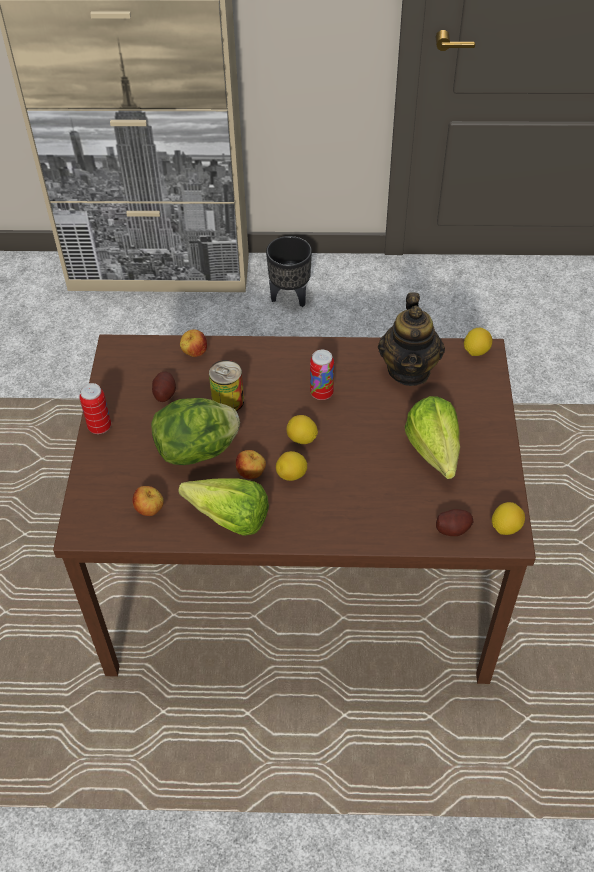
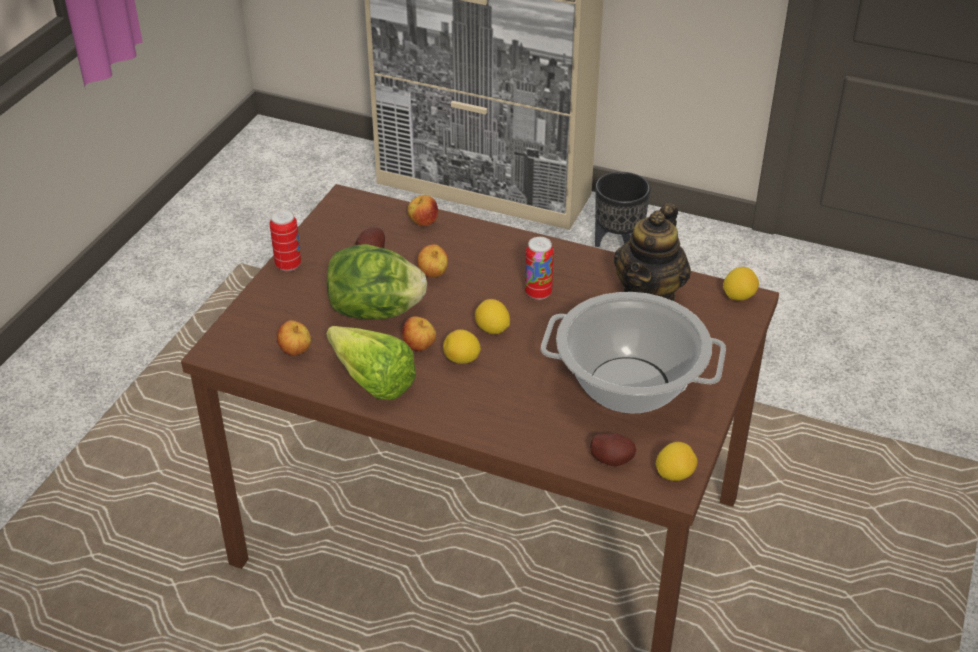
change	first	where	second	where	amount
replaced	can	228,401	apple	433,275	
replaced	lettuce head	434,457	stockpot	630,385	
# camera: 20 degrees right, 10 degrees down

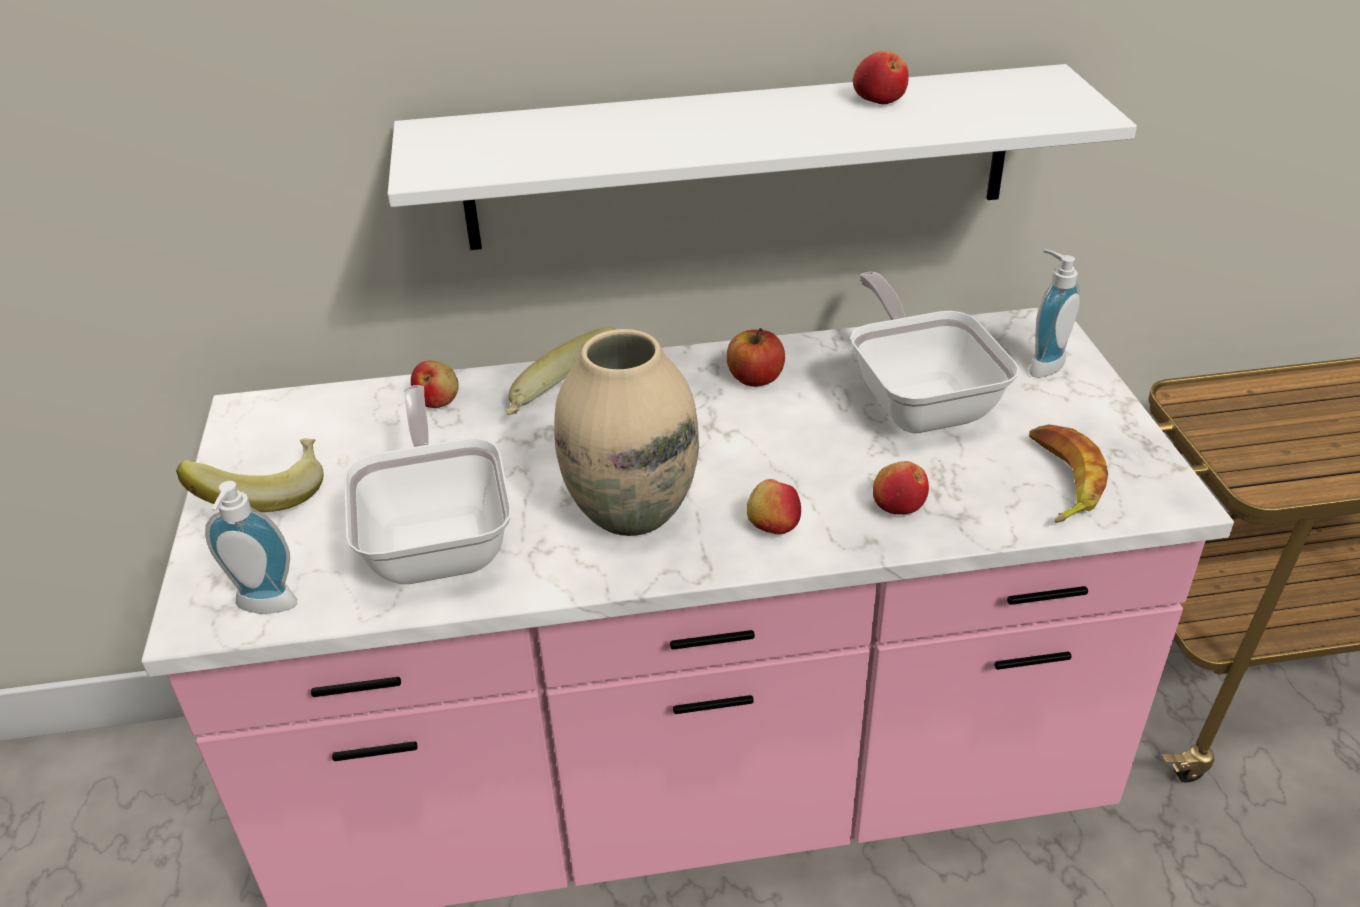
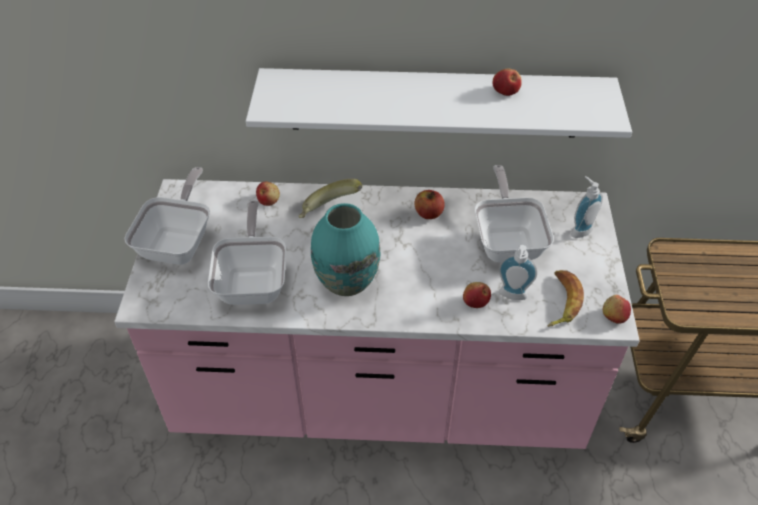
change	first	where	second	where	amount
replaced	banana	266,495	pan	179,242	
recoloured	beige decorative vase	630,512	turquoise-coloured decorative vase	346,282	
moved	liquid soap bottle	264,608		512,296	
moved	apple	773,525		614,316	
# camera: 10 degrees right, 10 degrees up

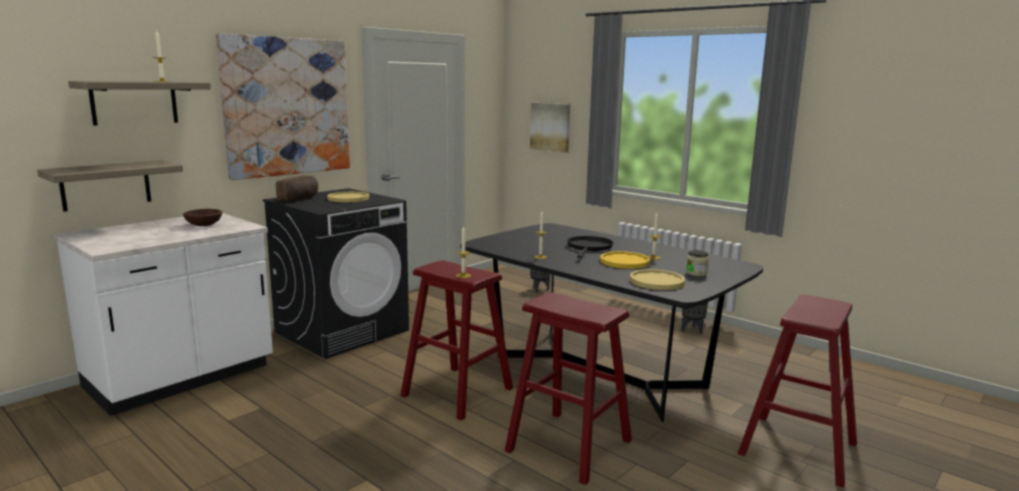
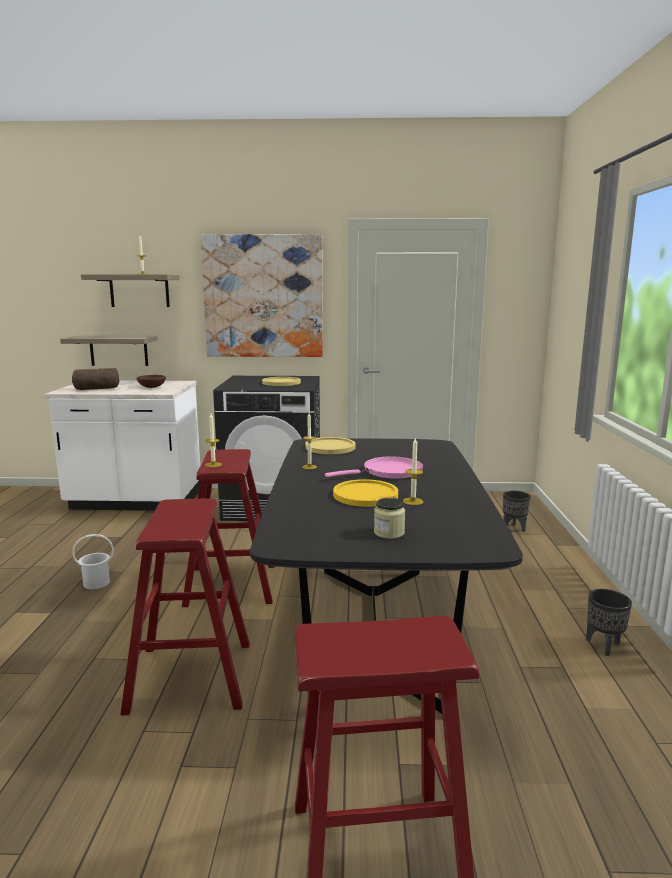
change	first	where	second	where	amount
moved	baked bread	300,199		96,389	
added			white water bucket	96,583	
moved	yellow dinner plate	656,281		330,447	
recoloured	black pan	589,247	pinkish pan	389,472	
removed	wall picture	550,127			
# camera: 50 degrees right, 0 degrees up

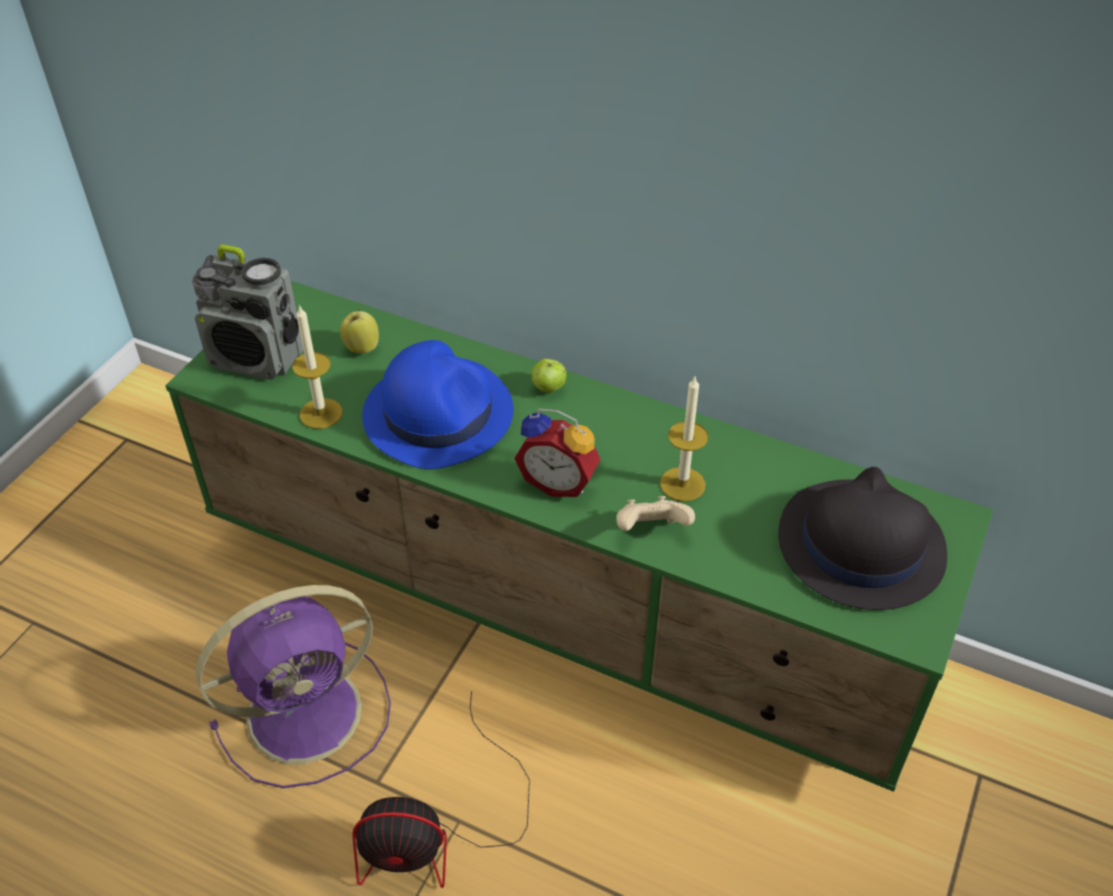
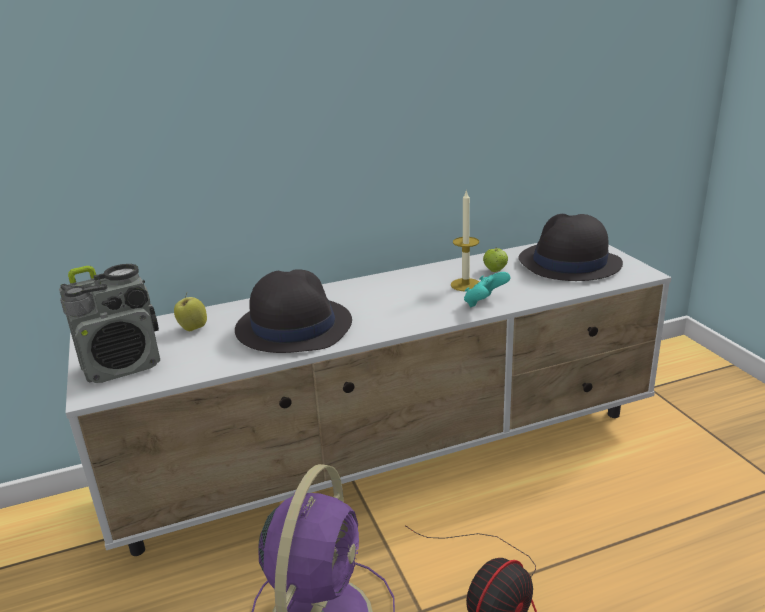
change	first	where	second	where	amount
recoloured	green-coloured tv unit	560,607	white tv unit	393,457	
recoloured	blue wearable hat	438,413	black wearable hat	293,326	
recoloured	beige game controller	651,530	turquoise-coloured game controller	484,303	
moved	apple	549,388		495,270	
removed	wax light	321,413			
removed	alarm clock	559,481			
# camera: 45 degrees left, 20 degrees down

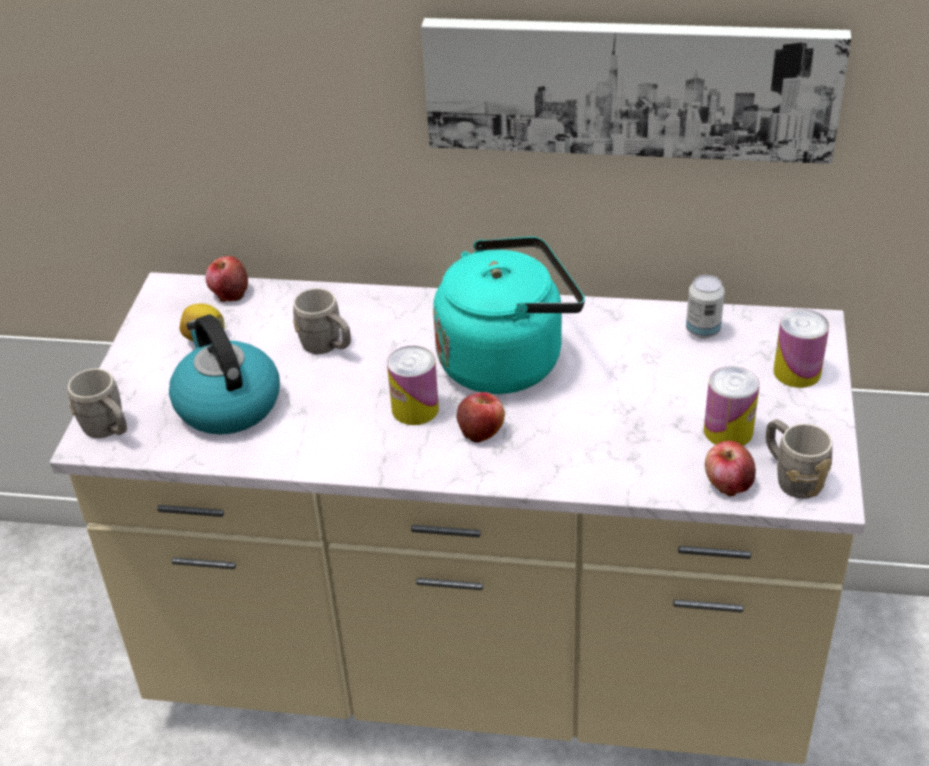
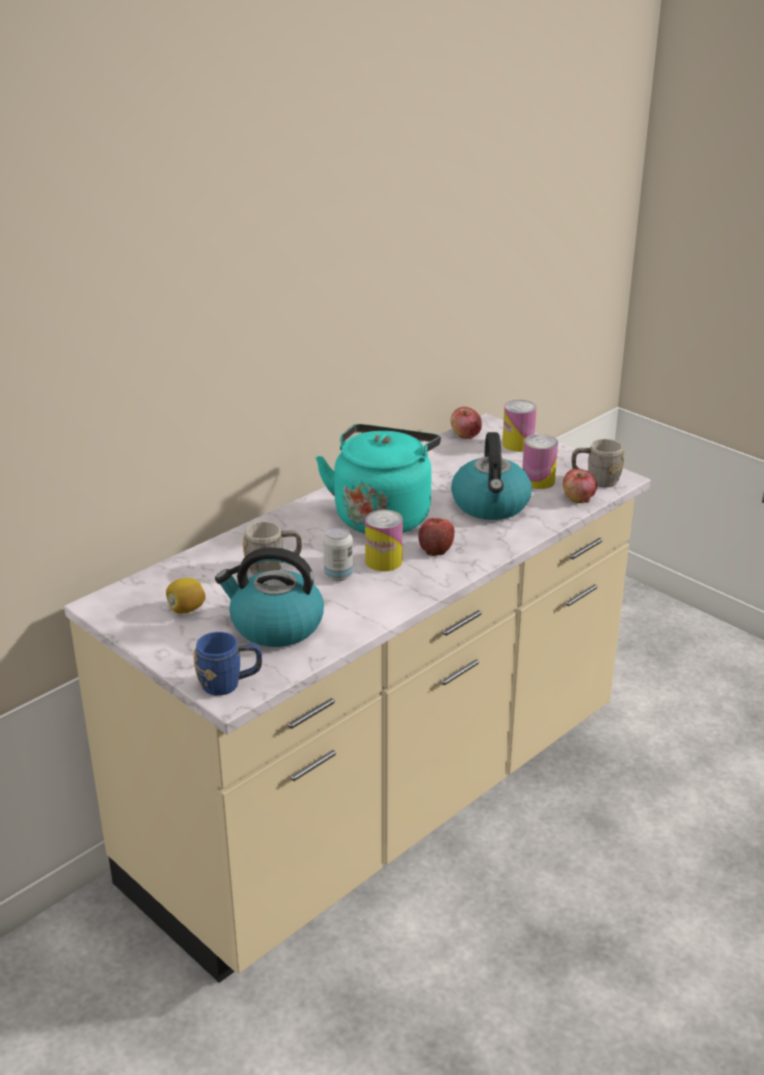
change	first	where	second	where	amount
recoloured	greyish tea mug	108,430	blue tea mug	229,684	
moved	can	702,331		338,575	
moved	apple	229,293		465,434	
added			tea kettle	491,505	
removed	wall picture	630,86			
# camera: 55 degrees left, 10 degrees down

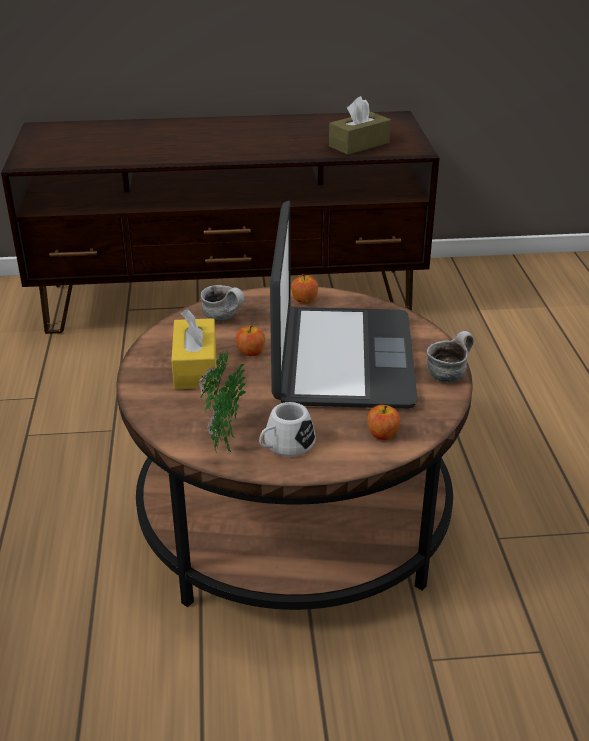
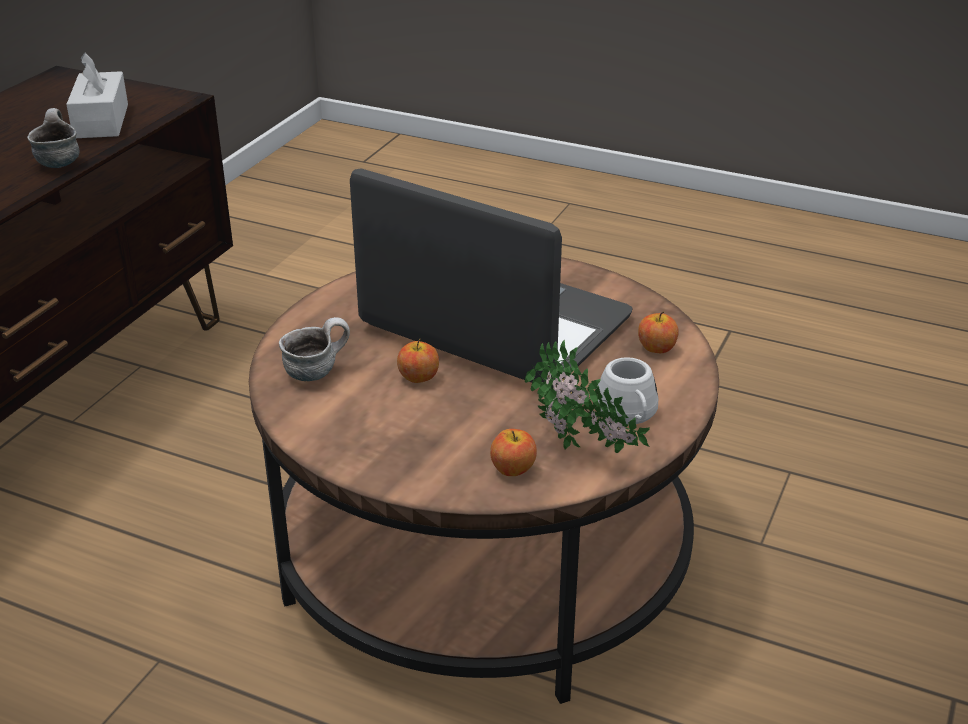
change	first	where	second	where	amount
moved	tea mug	448,373		57,161	
recoloured	brown box of tissues	359,144	white box of tissues	101,121	
moved	apple	304,300		513,469	
removed	yellow box of tissues	195,367			
# camera: 60 degrees left, 0 degrees up

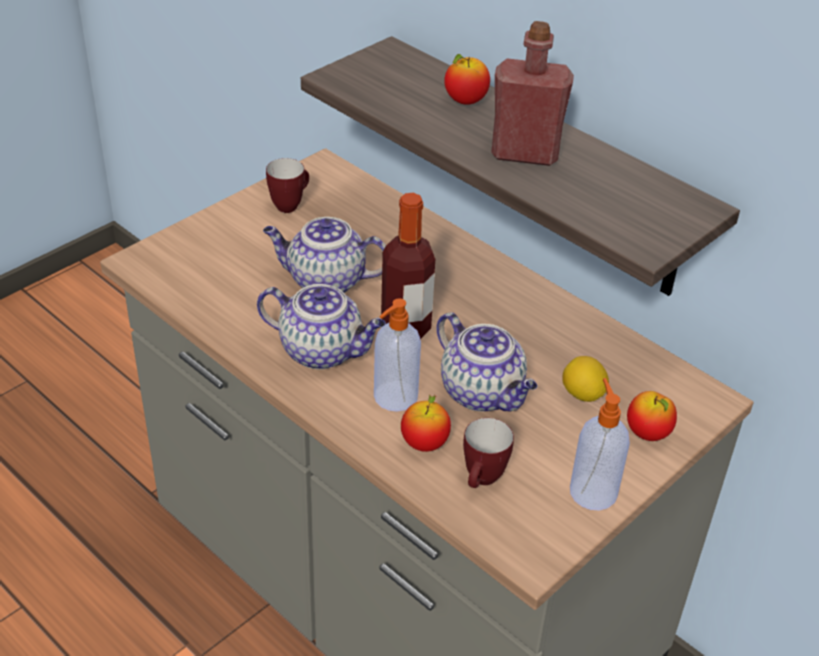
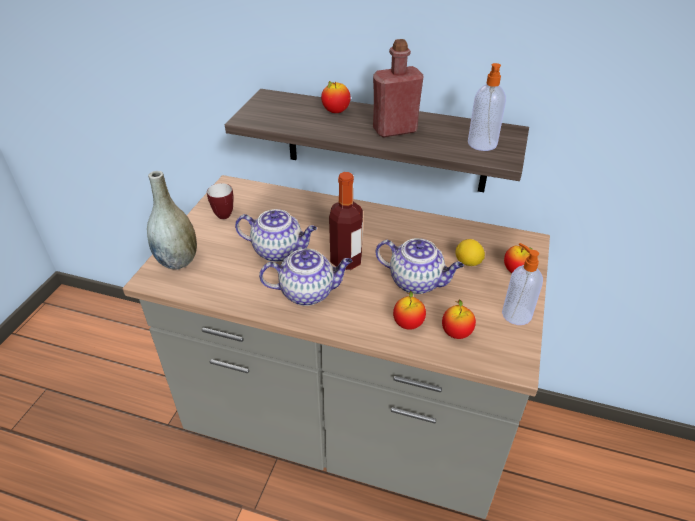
change	first	where	second	where	amount
added			greyish decorative vase	178,261	
turned	pot for tea	325,282		279,251	150 degrees counterclockwise
replaced	tea mug	482,481	apple	456,333	
moved	liquid soap bottle	394,397		482,144	
# camera: 25 degrees left, 0 degrees up

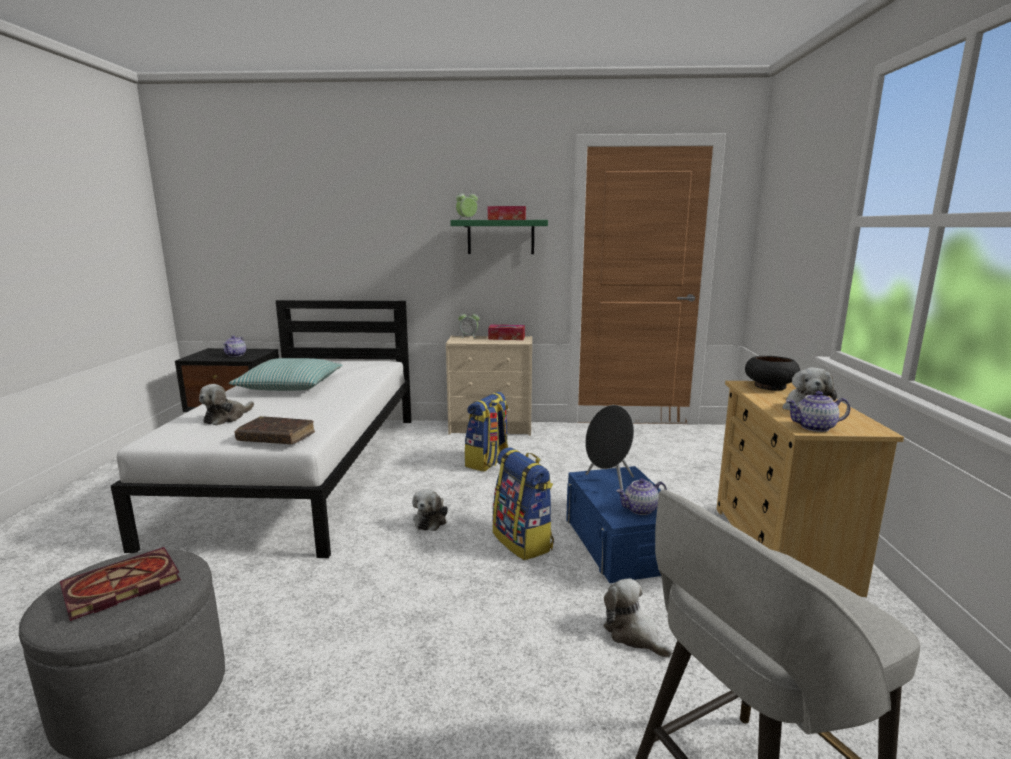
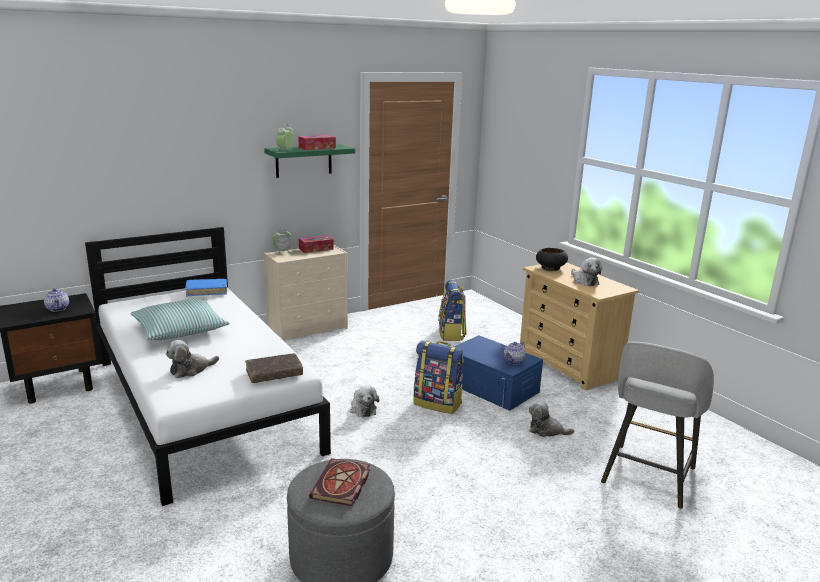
change	first	where	second	where	amount
turned	plush toy	226,418		190,370	60 degrees clockwise
added			blue book	207,291	
moved	knapsack	488,462		451,334	
removed	black loudspeaker	609,484			
removed	pot for tea	814,427			
# camera: 35 degrees left, 5 degrees up

